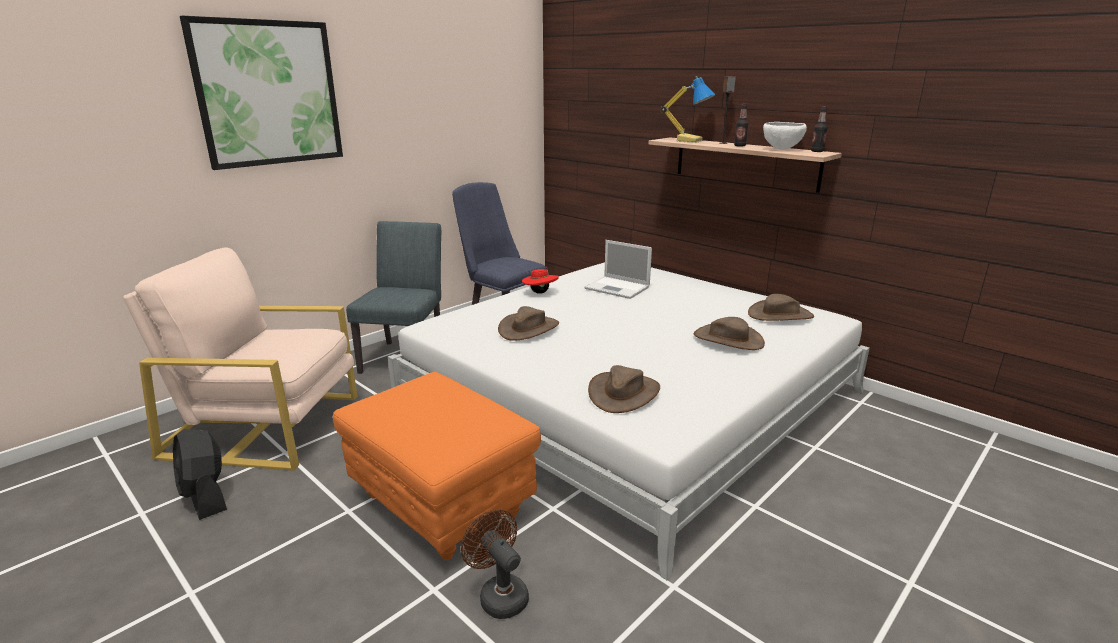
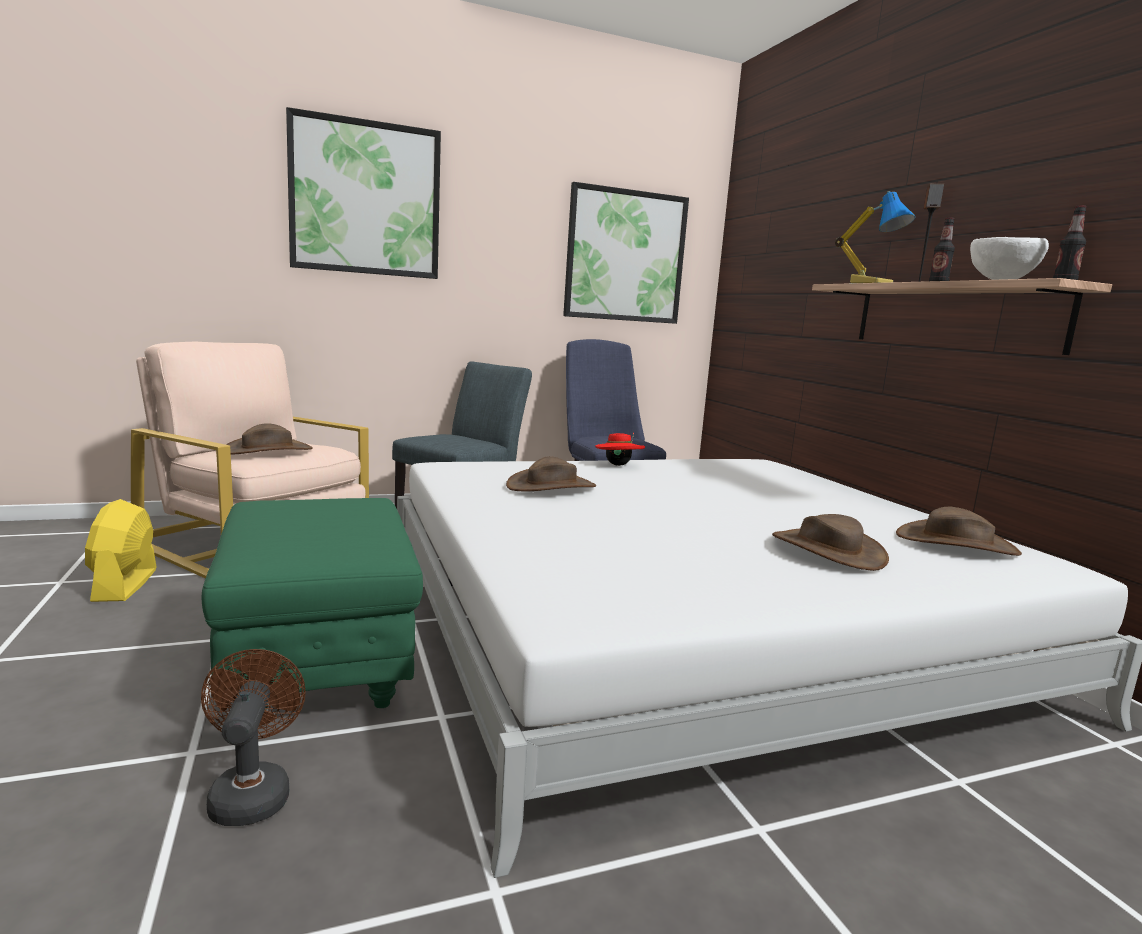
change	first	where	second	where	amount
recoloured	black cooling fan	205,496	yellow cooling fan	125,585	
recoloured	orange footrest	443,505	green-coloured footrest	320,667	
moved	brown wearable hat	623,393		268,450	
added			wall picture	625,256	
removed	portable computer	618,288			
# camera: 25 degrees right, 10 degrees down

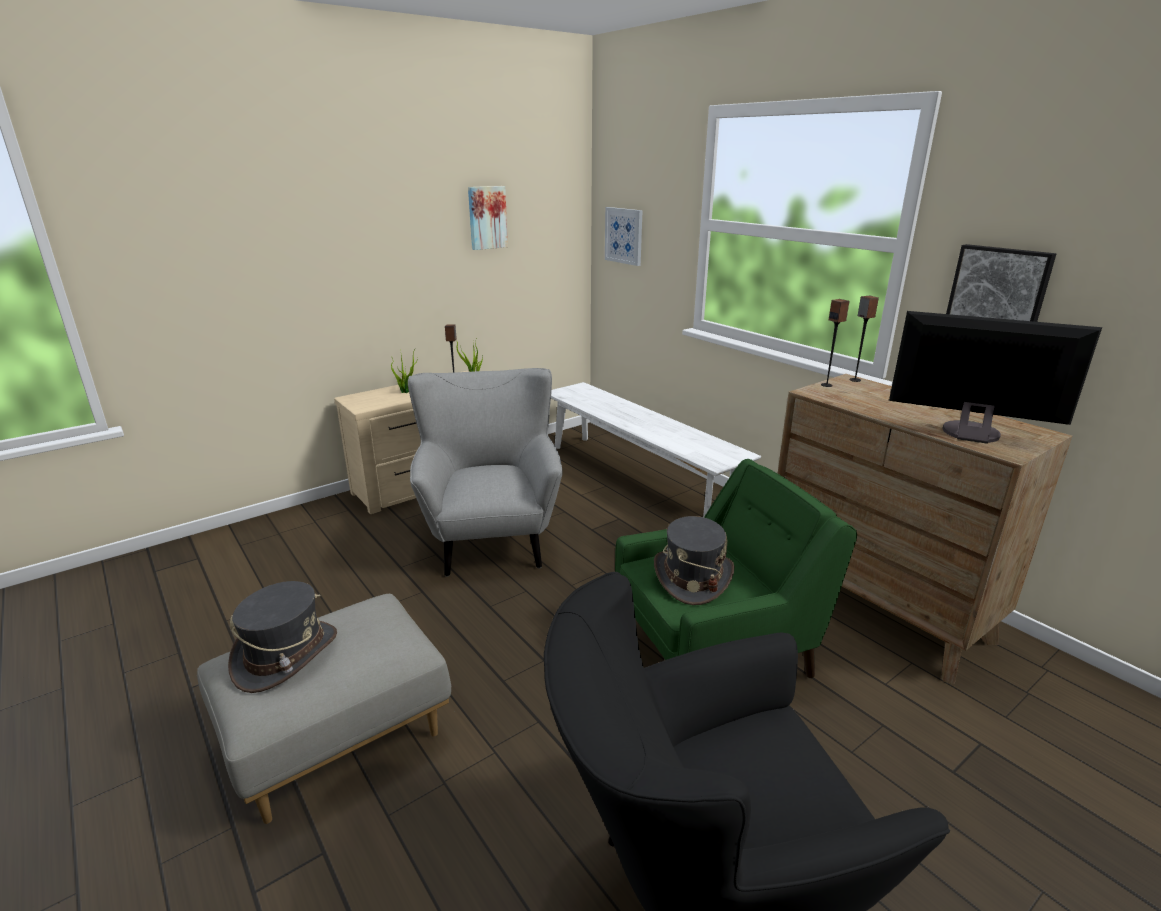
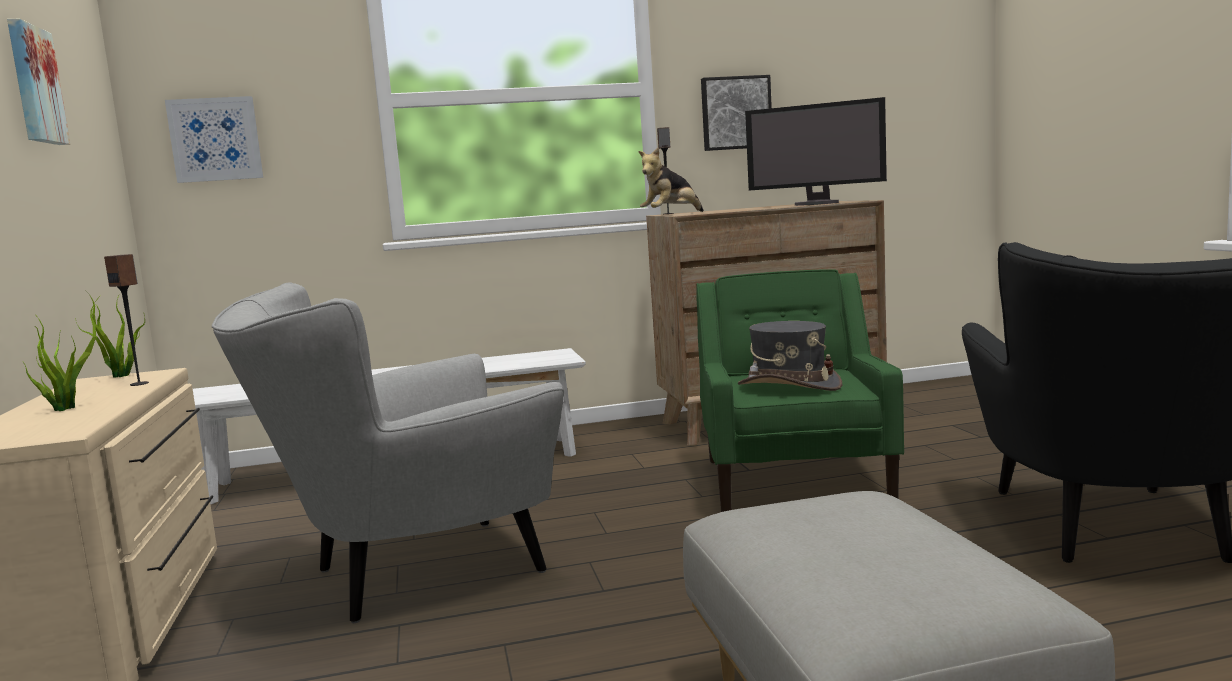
change	first	where	second	where	amount
turned	greyish armchair	491,537		410,574	45 degrees counterclockwise
replaced	loudspeaker	826,385	plush toy	671,214	
turned	computer screen	969,433		817,204	120 degrees counterclockwise
removed	greyish wearable hat	286,655			
# camera: 65 degrees left, 15 degrees down

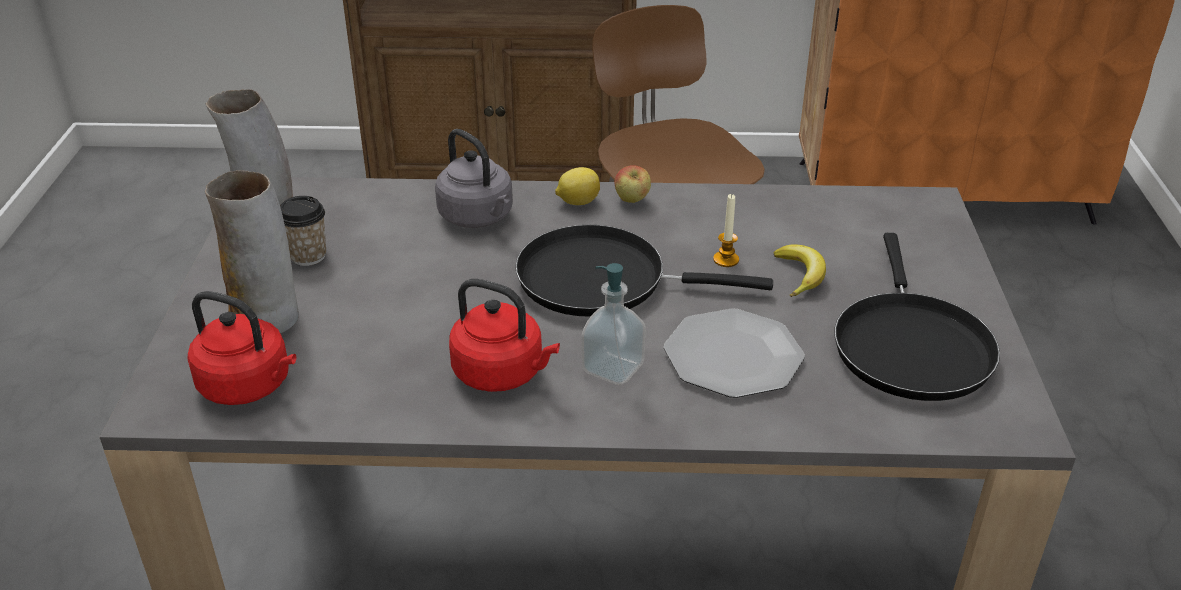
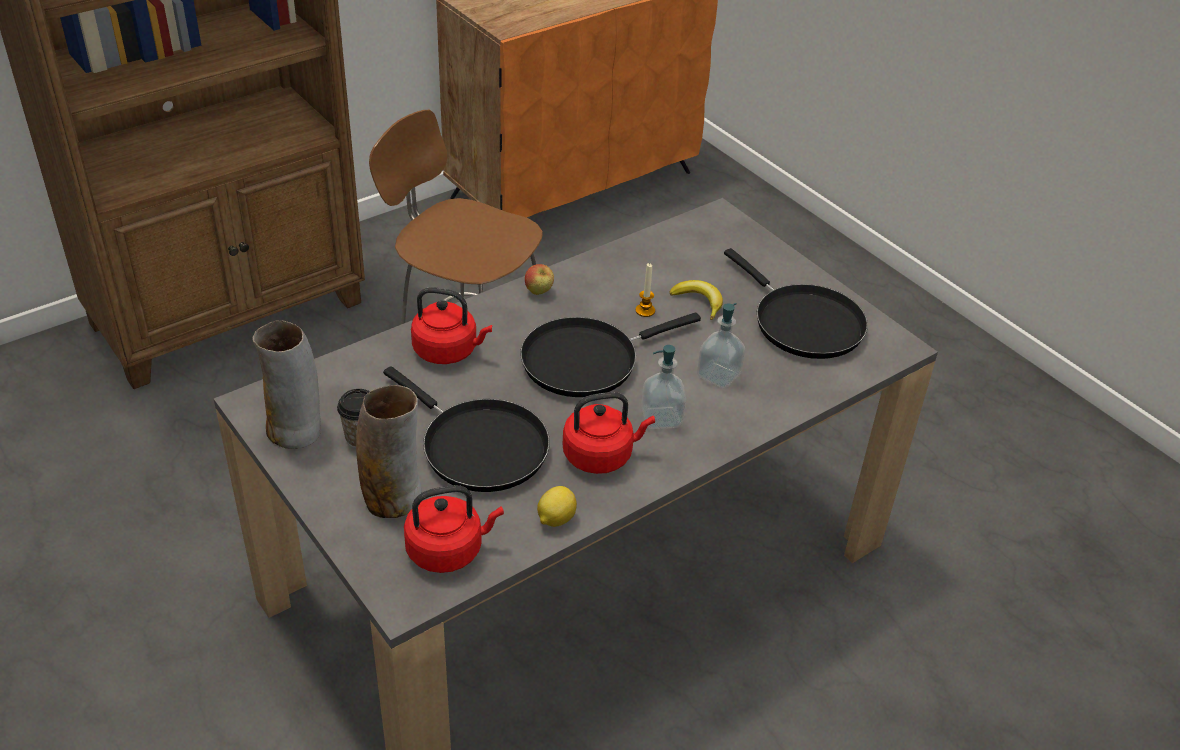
change	first	where	second	where	amount
added			black pan	478,446	
recoloured	greyish tea kettle	478,217	reddish tea kettle	448,351	
moved	lemon	577,202		555,519	
replaced	dinner plate	733,356	liquid soap bottle	718,376	
# camera: 40 degrees left, 5 degrees up

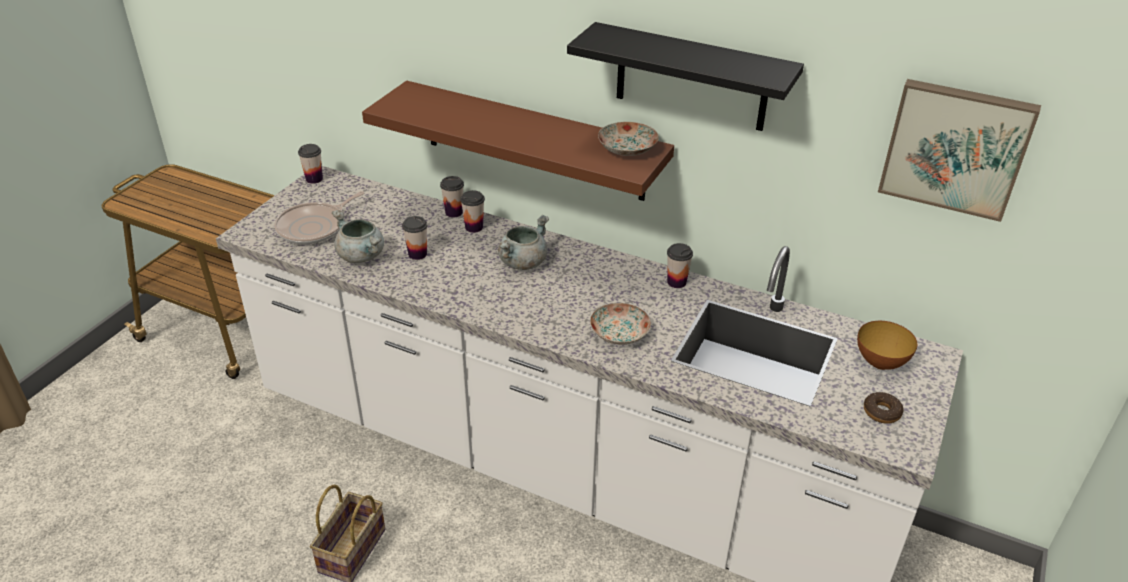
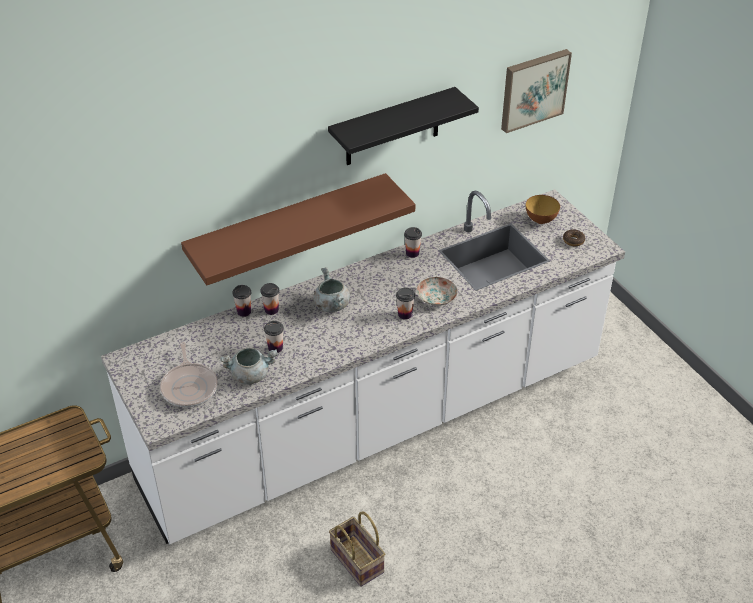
change	first	where	second	where	amount
moved	small cup	314,179		405,314	
removed	dinner plate	627,149			
# camera: 55 degrees left, 5 degrees up

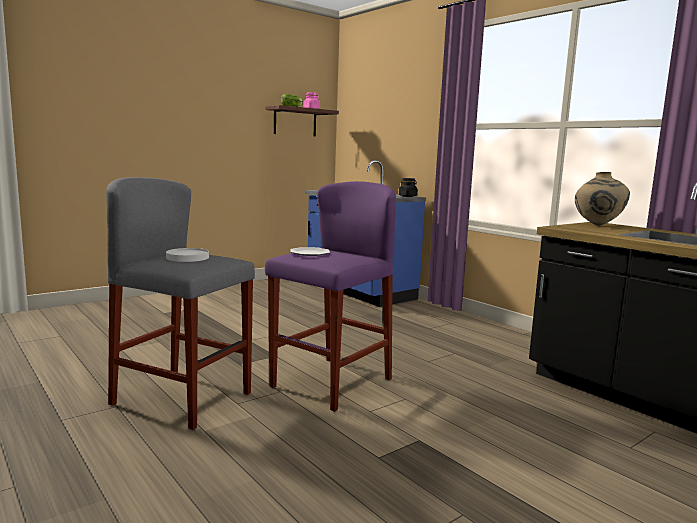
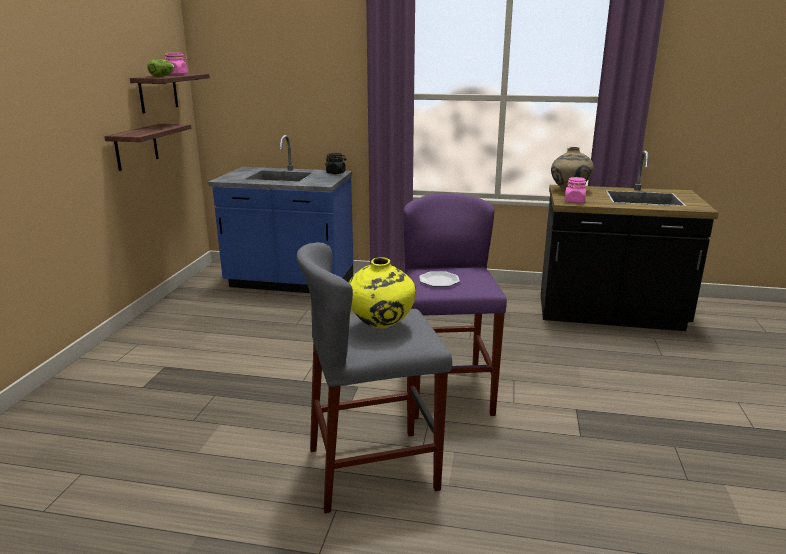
change	first	where	second	where	amount
added			wall shelf	136,147	
replaced	white dinner plate	188,257	yellow decorative vase	382,327	
added			pinkish preserve jar	574,201	
# camera: 40 degrees left, 10 degrees up

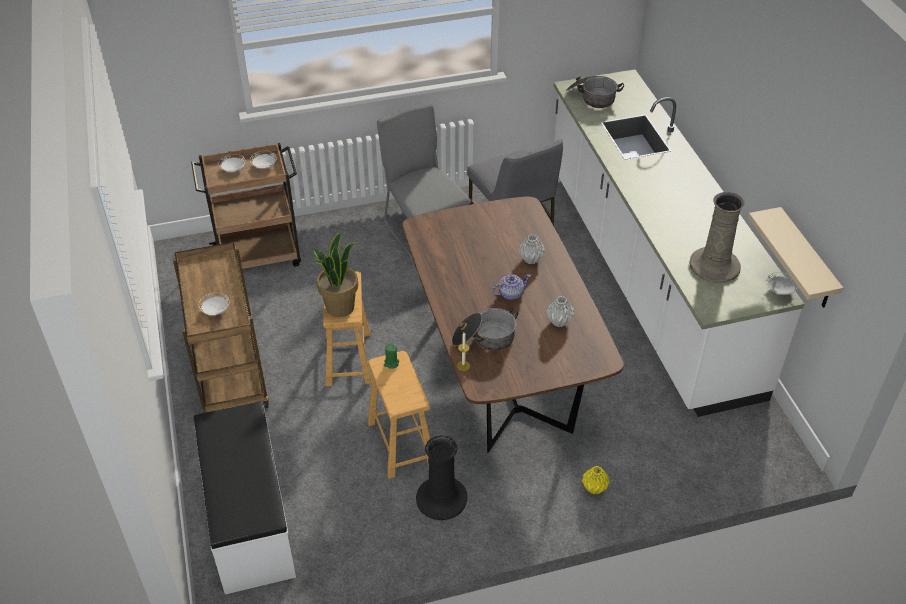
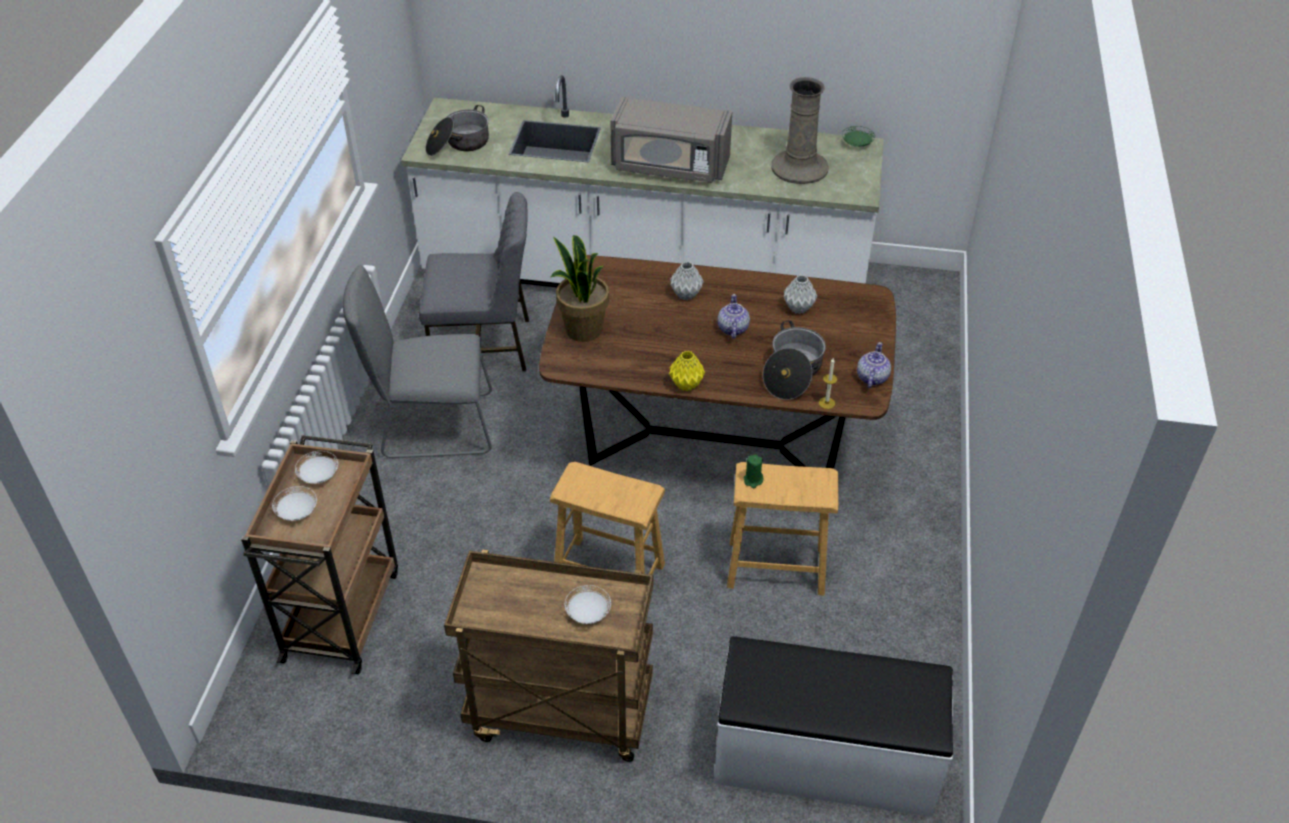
change	first	where	second	where	amount
moved	potted plant	339,307		583,330	
added			greyish microwave	670,166	
moved	yellow decorative vase	594,488		685,384	
recoloured	white dinner plate	779,290	green-coloured dinner plate	857,144	
added			pot for tea	871,378	
removed	black decorative vase	441,498			
removed	beige wall shelf	806,261			
# camera: 65 degrees left, 0 degrees up

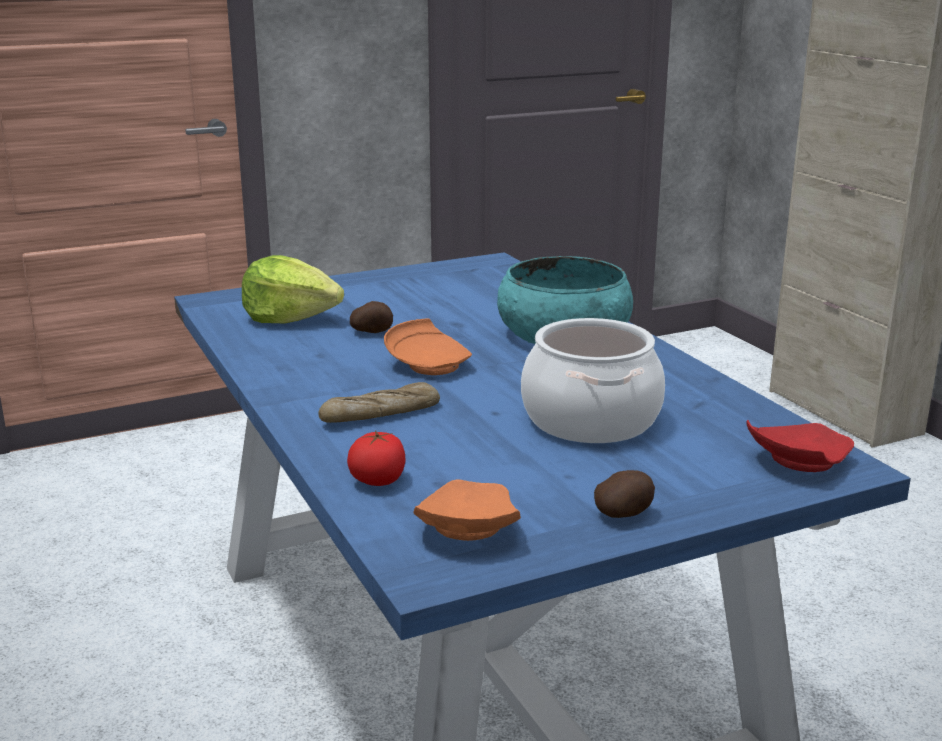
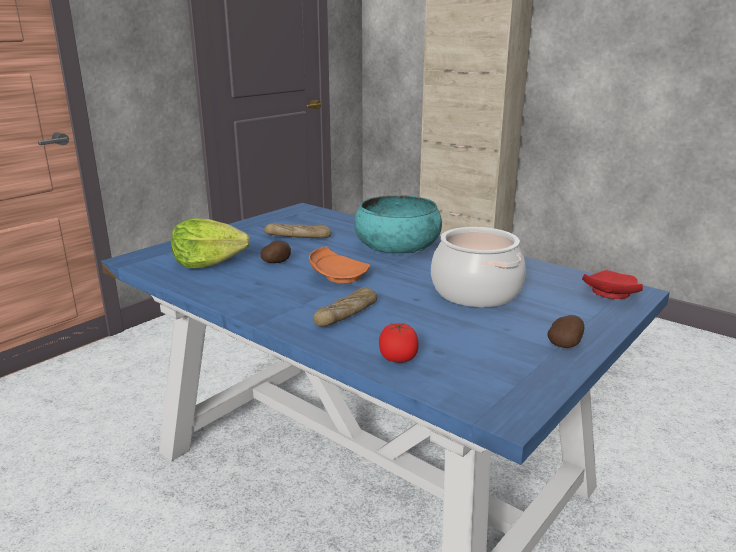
change	first	where	second	where	amount
added			baked bread	298,237	
removed	orange dinner plate	466,530			
# camera: 25 degrees left, 0 degrees up

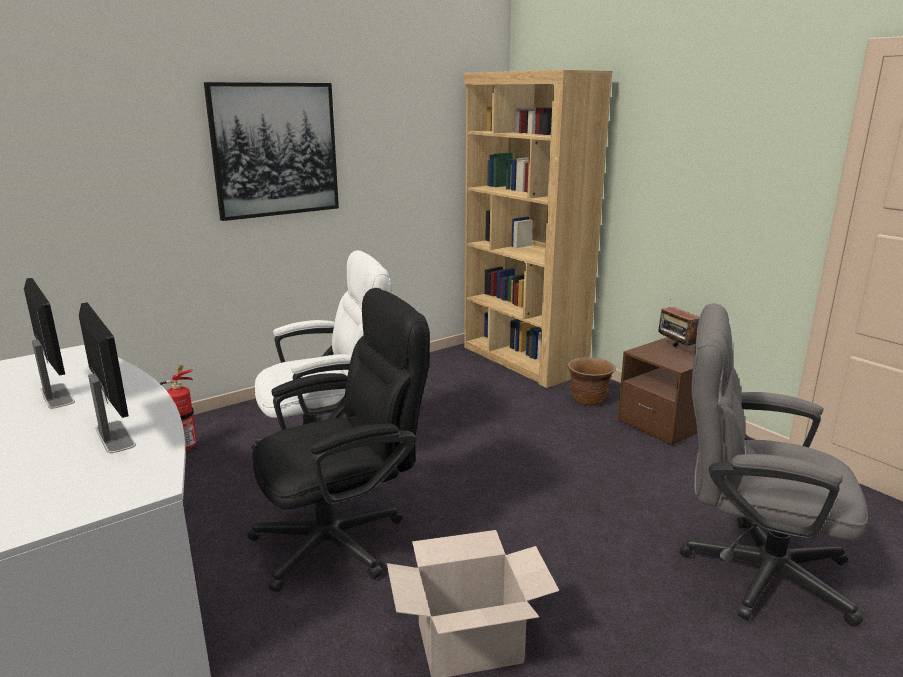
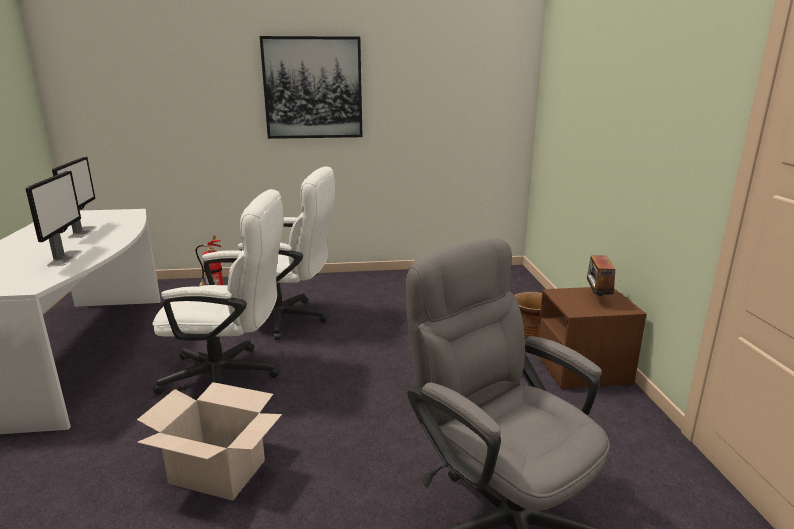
change	first	where	second	where	amount
recoloured	black computer chair	344,538	white computer chair	231,376	
removed	brown bookcase	523,360			
# camera: 30 degrees right, 0 degrees up

